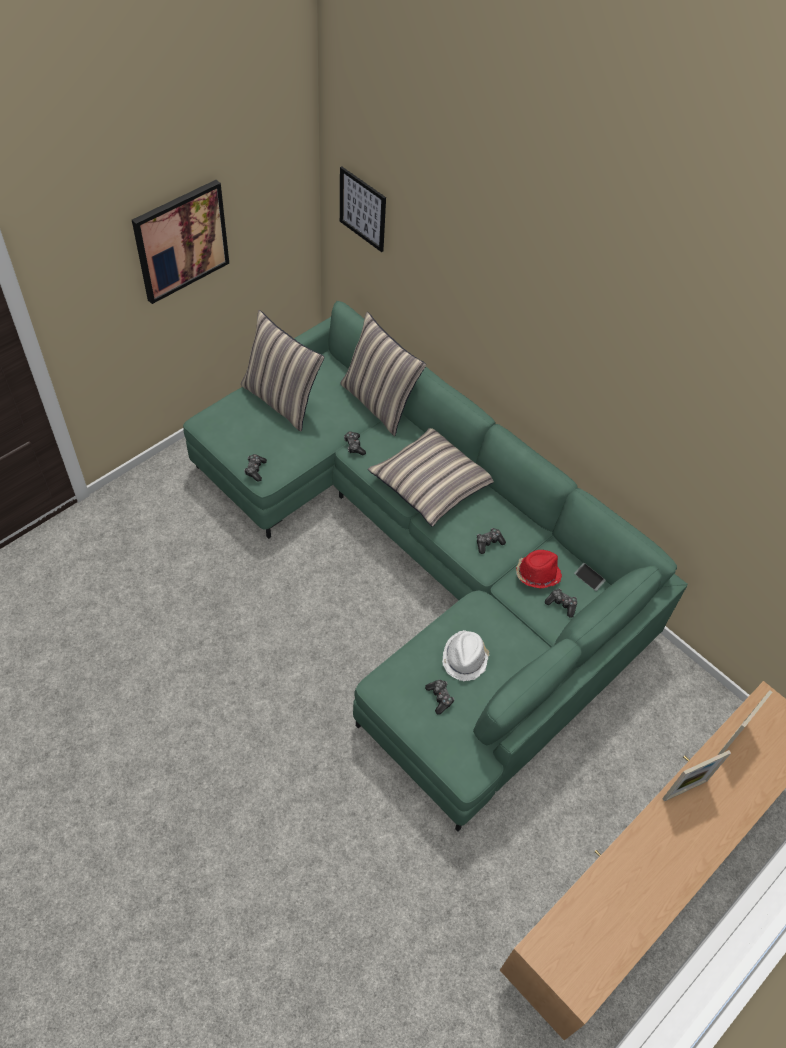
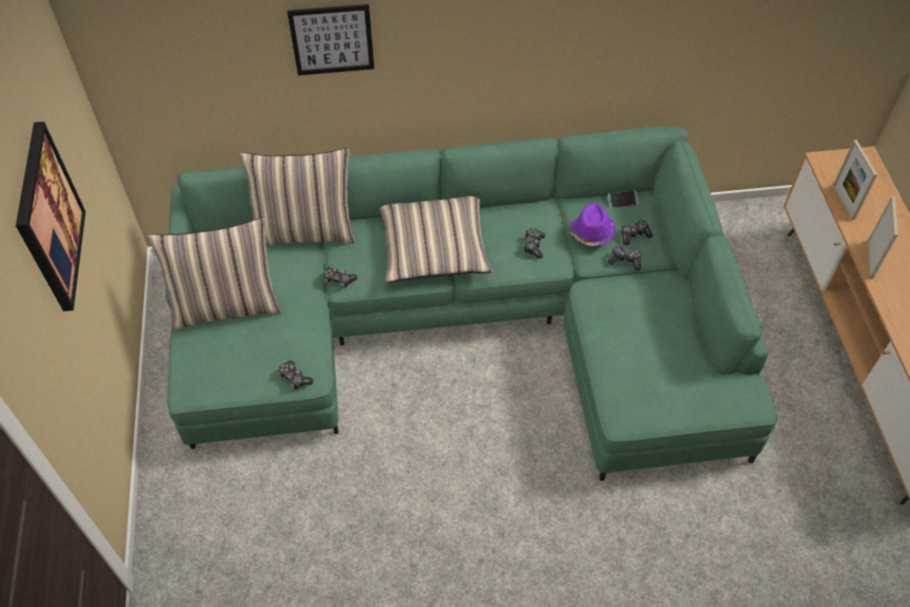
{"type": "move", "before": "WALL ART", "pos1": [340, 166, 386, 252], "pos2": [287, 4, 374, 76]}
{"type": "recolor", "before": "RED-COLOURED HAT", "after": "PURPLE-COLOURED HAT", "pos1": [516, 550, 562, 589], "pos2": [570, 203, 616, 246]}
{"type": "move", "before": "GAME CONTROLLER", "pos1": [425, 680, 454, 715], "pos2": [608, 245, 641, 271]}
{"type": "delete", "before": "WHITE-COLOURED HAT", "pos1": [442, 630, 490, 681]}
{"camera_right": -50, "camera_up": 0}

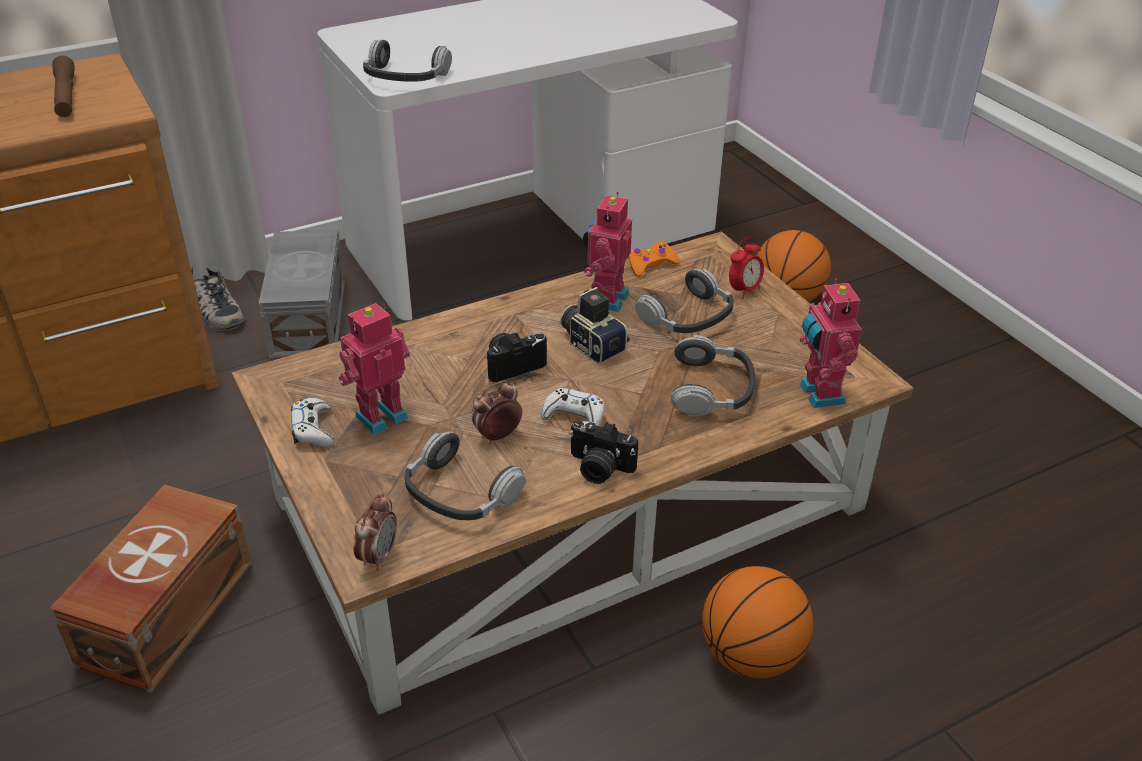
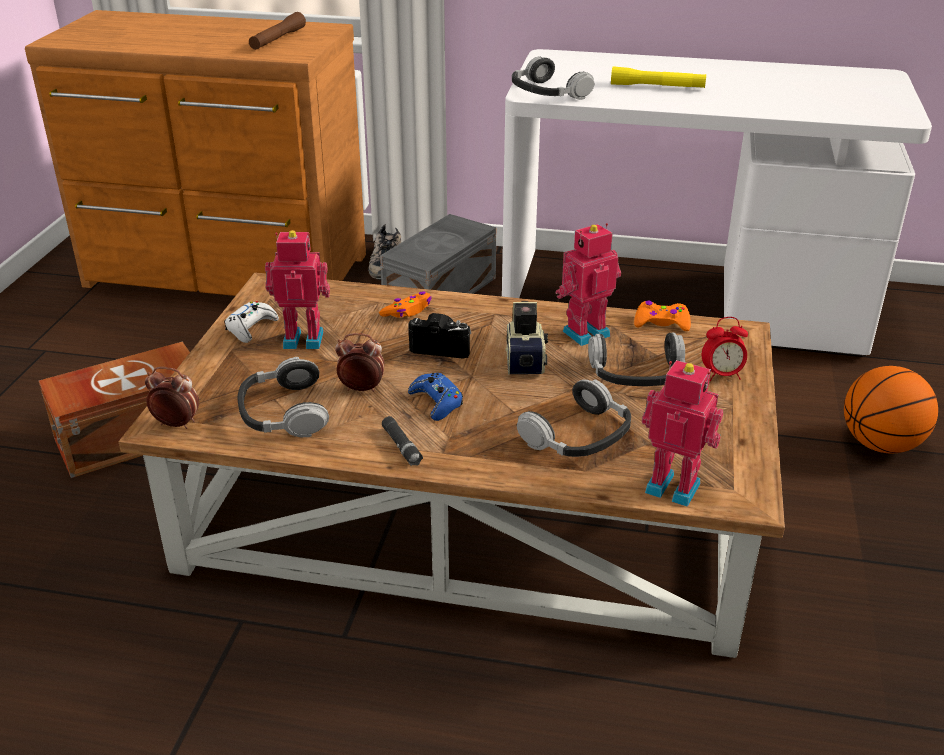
{"type": "rotate", "before": "TABLE CLOCK", "pos1": [353, 493, 397, 571], "pos2": [145, 367, 199, 429], "turn": -135}
{"type": "insert", "after": "ORANGE GAME CONTROLLER", "pos2": [379, 291, 432, 317]}
{"type": "replace", "before": "STILL CAMERA", "after": "BLACK-COLOURED FLASHLIGHT", "pos1": [569, 420, 638, 484], "pos2": [382, 416, 423, 466]}
{"type": "recolor", "before": "WHITE-COLOURED GAME CONTROLLER", "after": "BLUE-COLOURED GAME CONTROLLER", "pos1": [541, 388, 604, 426], "pos2": [408, 373, 463, 421]}
{"type": "insert", "after": "YELLOW-COLOURED FLASHLIGHT", "pos2": [611, 66, 706, 88]}
{"type": "rotate", "before": "ROBOT FIGURE", "pos1": [800, 279, 862, 408], "pos2": [642, 360, 723, 507], "turn": 90}
{"type": "delete", "before": "BALL FOR BASKETBALL", "pos1": [702, 566, 813, 679]}
{"camera_right": 40, "camera_up": -5}

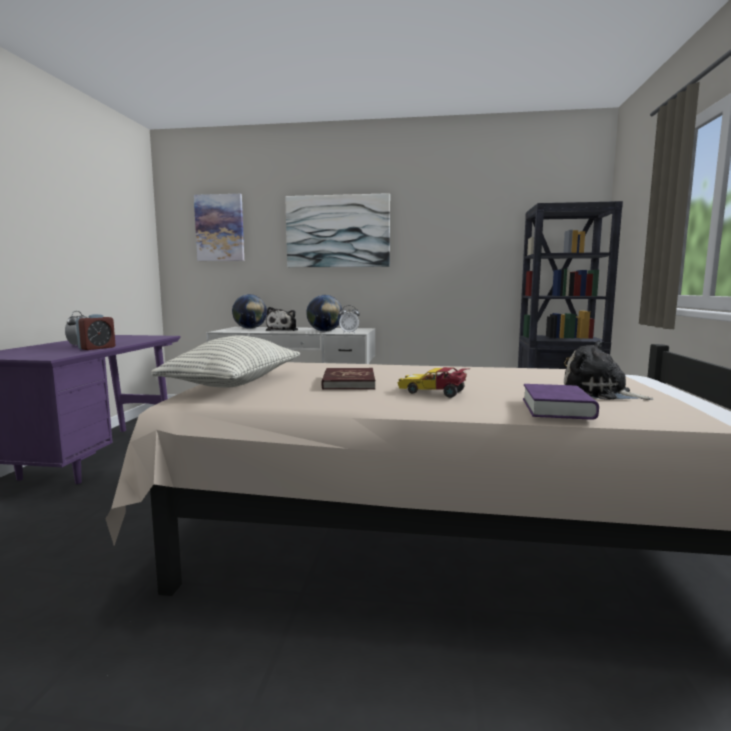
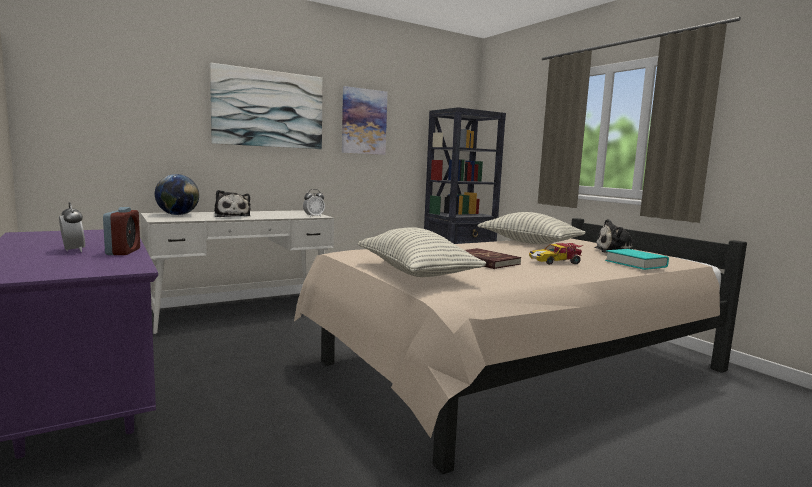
{"type": "move", "before": "WALL ART", "pos1": [194, 194, 244, 261], "pos2": [342, 86, 388, 155]}
{"type": "insert", "after": "PILLOW", "pos2": [478, 212, 586, 244]}
{"type": "recolor", "before": "PURPLE-COLOURED VOLUME", "after": "BLUE-GREEN VOLUME", "pos1": [523, 384, 599, 420], "pos2": [605, 249, 669, 270]}
{"type": "delete", "before": "WORLD GLOBE", "pos1": [306, 295, 343, 331]}
{"camera_right": -40, "camera_up": 0}

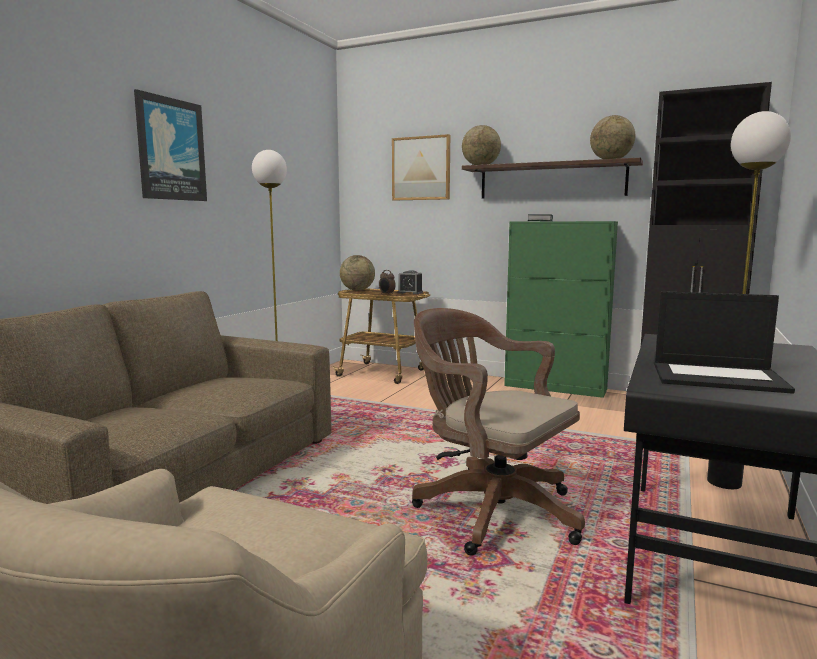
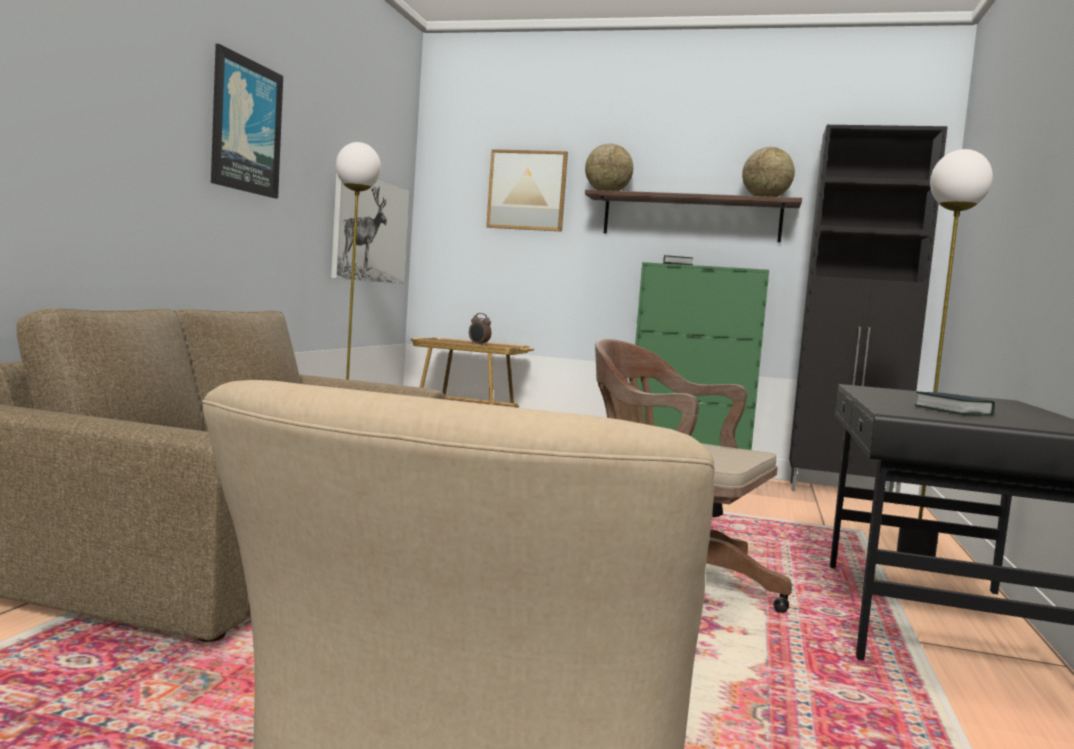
{"type": "insert", "after": "WALL ART", "pos2": [331, 171, 409, 284]}
{"type": "replace", "before": "NOTEBOOK COMPUTER", "after": "VOLUME", "pos1": [654, 291, 795, 394], "pos2": [914, 392, 995, 416]}
{"type": "delete", "before": "WORLD GLOBE", "pos1": [340, 255, 375, 291]}
{"type": "delete", "before": "TABLE CLOCK", "pos1": [397, 270, 423, 294]}
{"camera_right": -10, "camera_up": -5}

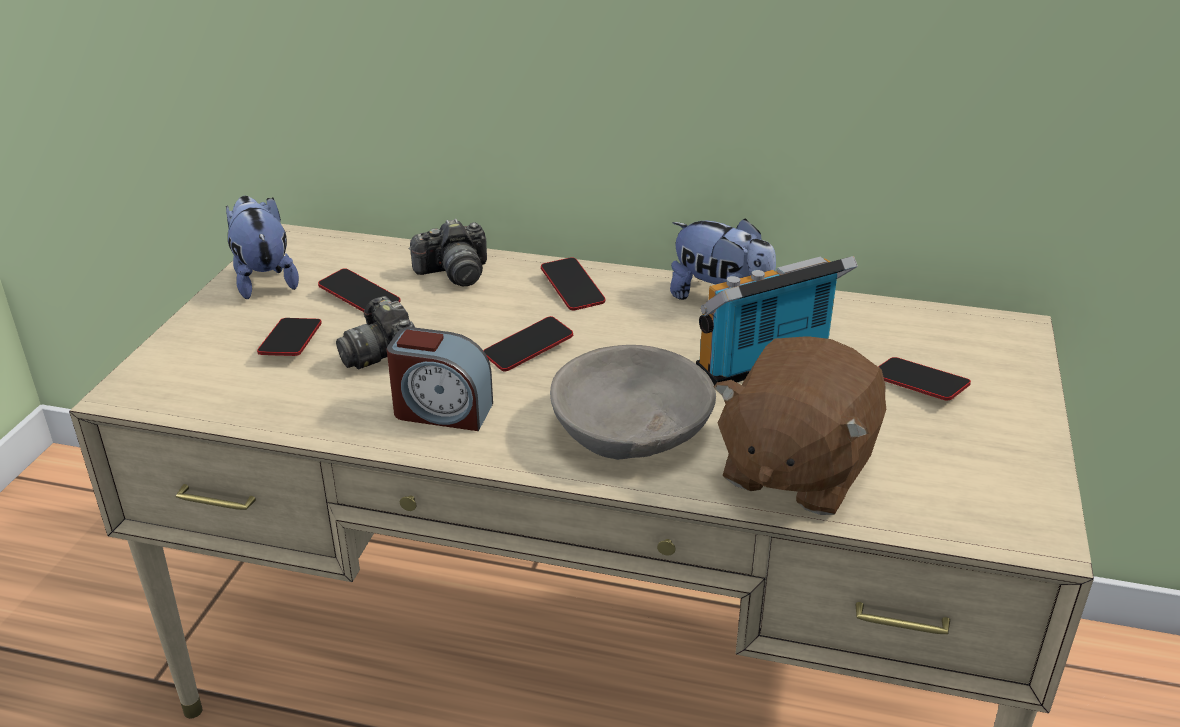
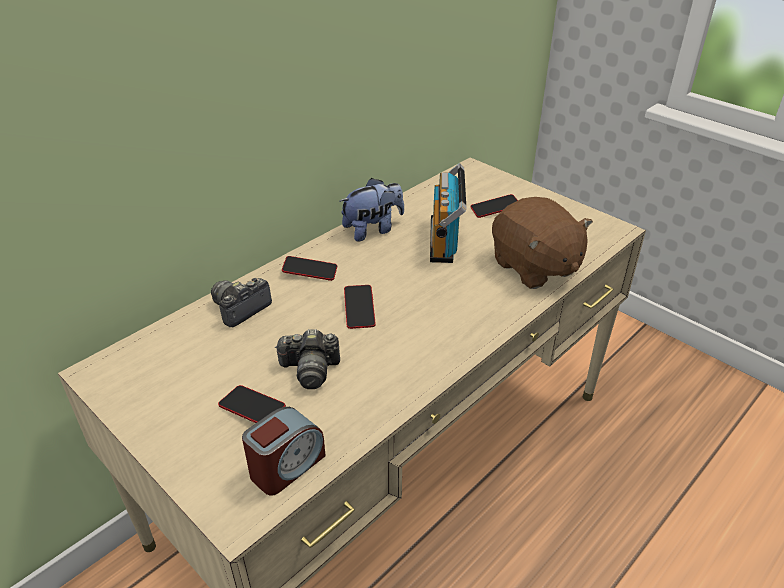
{"type": "rotate", "before": "STILL CAMERA", "pos1": [409, 219, 487, 286], "pos2": [211, 278, 272, 327], "turn": -150}
{"type": "move", "before": "TABLE CLOCK", "pos1": [387, 327, 493, 431], "pos2": [242, 407, 326, 496]}
{"type": "delete", "before": "CUDDLY TOY", "pos1": [226, 196, 299, 299]}
{"type": "delete", "before": "PHONE", "pos1": [318, 268, 400, 312]}
{"type": "delete", "before": "GRAY BOWL", "pos1": [550, 345, 716, 460]}
{"camera_right": -60, "camera_up": 5}

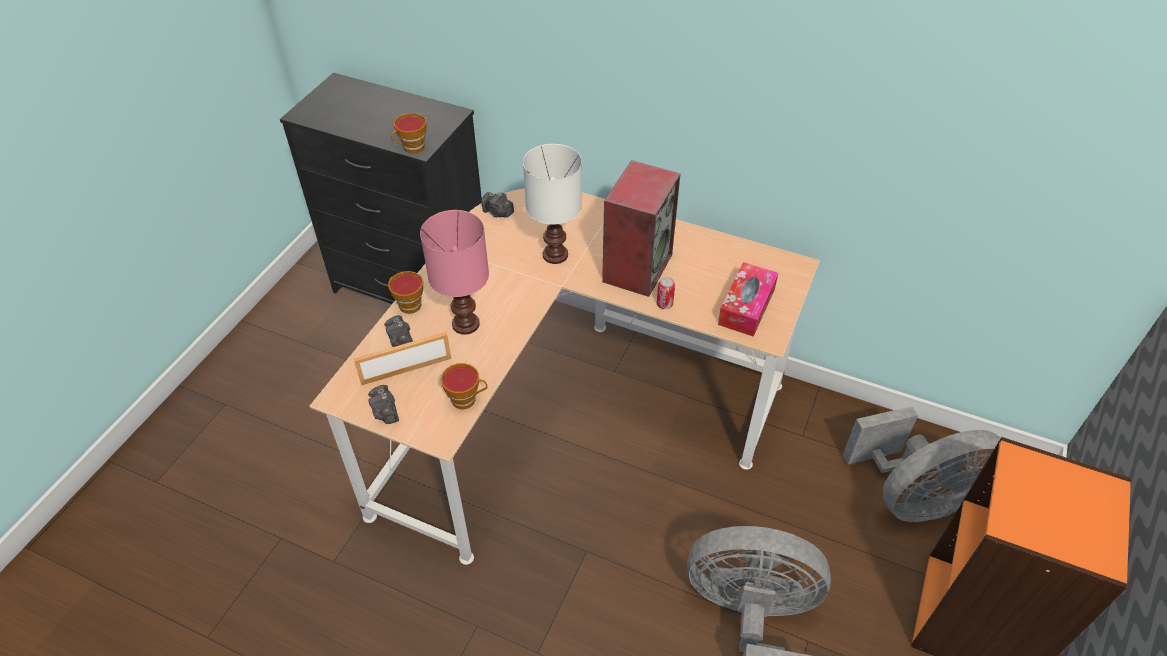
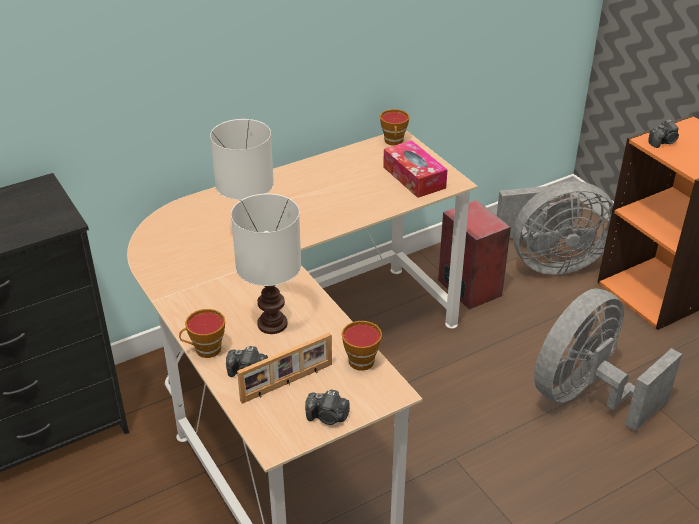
{"type": "recolor", "before": "PINKISH TABLE LAMP", "after": "WHITE-COLOURED TABLE LAMP", "pos1": [420, 210, 489, 335], "pos2": [231, 194, 301, 334]}
{"type": "rotate", "before": "PHOTO FRAME", "pos1": [354, 332, 451, 386], "pos2": [237, 333, 332, 404], "turn": -135}
{"type": "move", "before": "DRINKING CUP", "pos1": [391, 113, 426, 154], "pos2": [380, 109, 410, 146]}
{"type": "move", "before": "SPEAKER", "pos1": [602, 160, 681, 297], "pos2": [438, 200, 511, 310]}
{"type": "rotate", "before": "GRAY COOLING FAN", "pos1": [842, 406, 1001, 522], "pos2": [497, 181, 614, 275], "turn": 60}
{"type": "move", "before": "STILL CAMERA", "pos1": [481, 192, 514, 218], "pos2": [648, 119, 679, 148]}
{"type": "delete", "before": "METAL CAN", "pos1": [657, 277, 675, 309]}
{"camera_right": -55, "camera_up": -10}

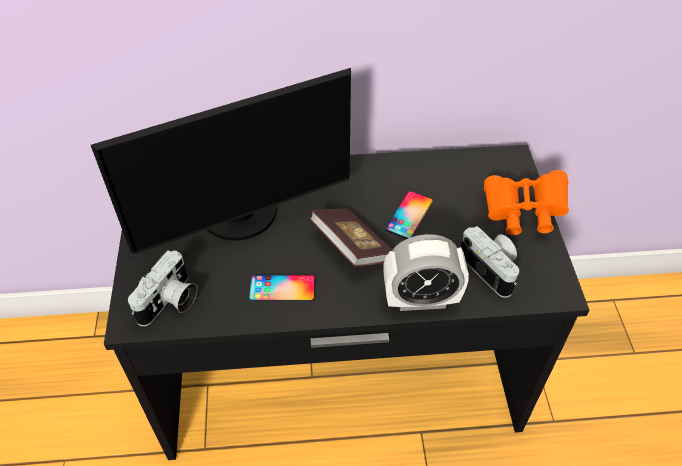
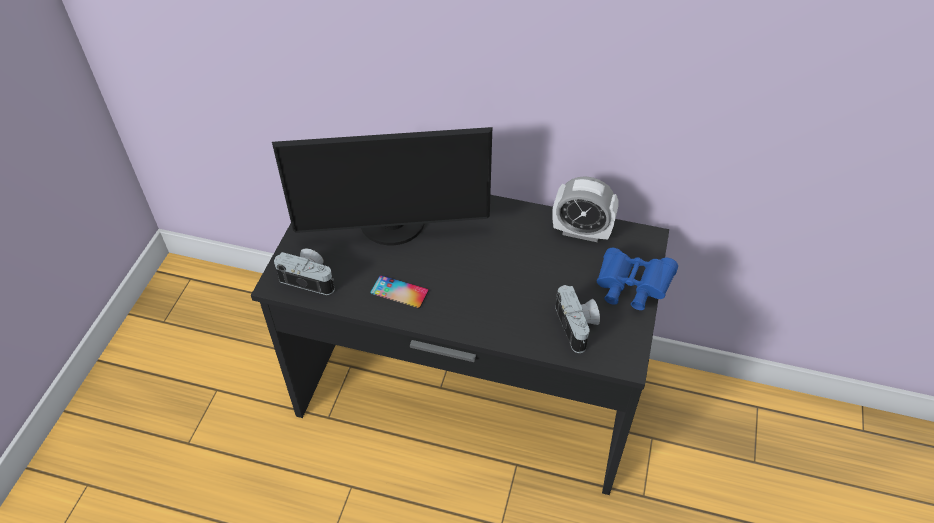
{"type": "rotate", "before": "STILL CAMERA", "pos1": [128, 250, 197, 326], "pos2": [274, 248, 335, 295], "turn": -120}
{"type": "move", "before": "TABLE CLOCK", "pos1": [383, 234, 469, 311], "pos2": [552, 176, 618, 242]}
{"type": "recolor", "before": "ORANGE BINOCULARS", "after": "BLUE-COLOURED BINOCULARS", "pos1": [484, 170, 569, 235], "pos2": [597, 248, 678, 310]}
{"type": "delete", "before": "VOLUME", "pos1": [309, 209, 392, 267]}
{"type": "delete", "before": "PHONE", "pos1": [385, 191, 433, 239]}
{"camera_right": 20, "camera_up": 0}

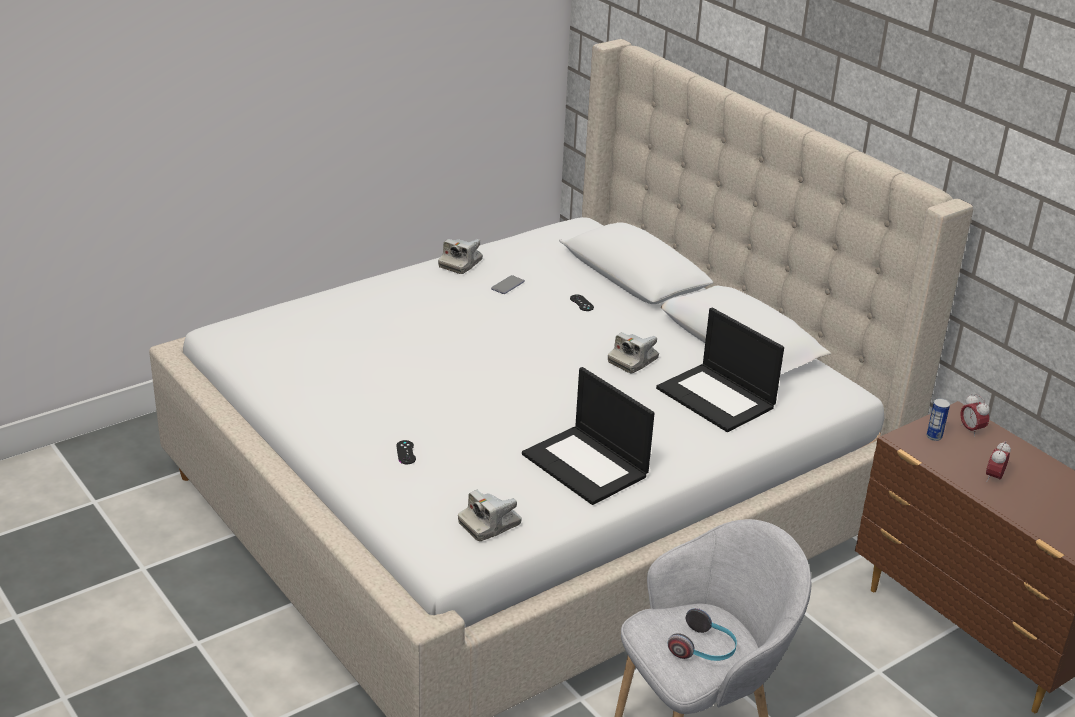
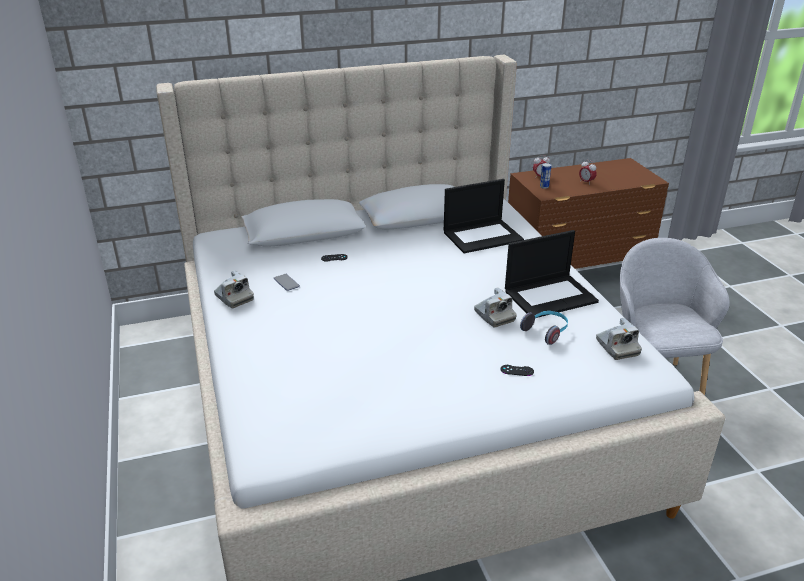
{"type": "move", "before": "STILL CAMERA", "pos1": [608, 332, 659, 373], "pos2": [474, 287, 517, 328]}
{"type": "move", "before": "HEADPHONES", "pos1": [668, 608, 737, 661], "pos2": [520, 311, 568, 345]}
{"camera_right": -70, "camera_up": 0}

